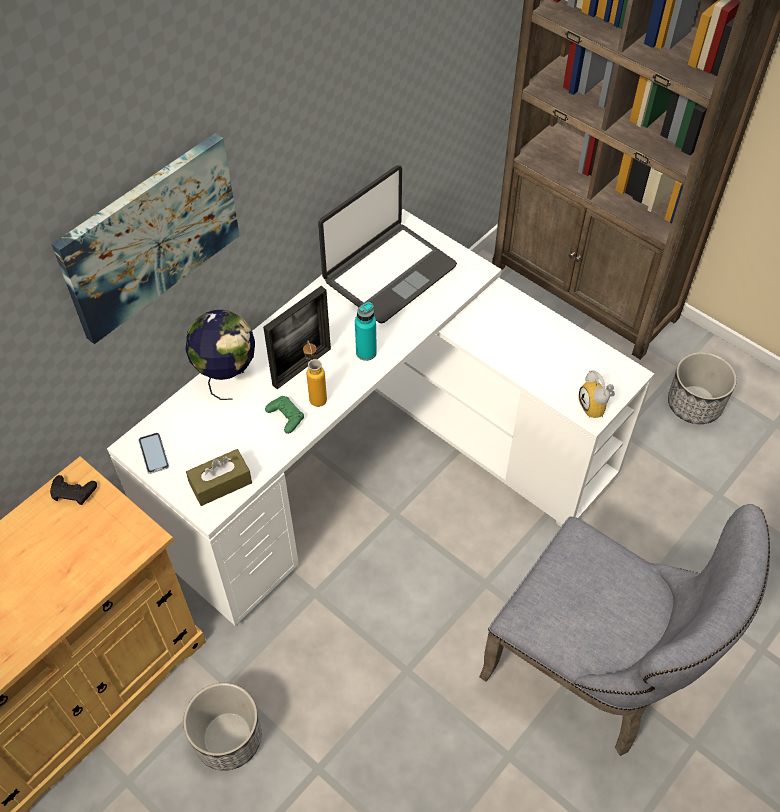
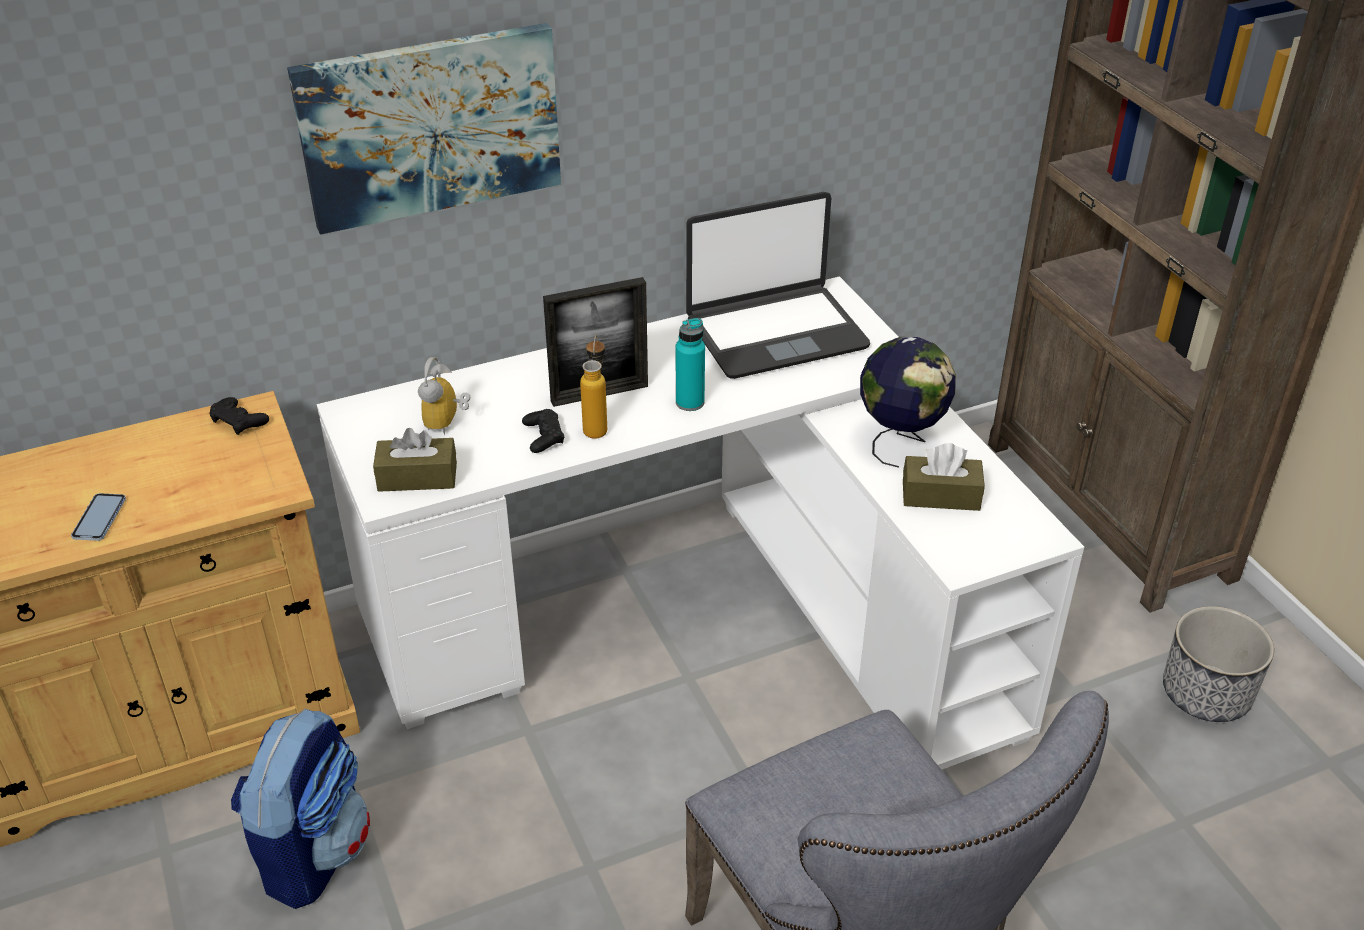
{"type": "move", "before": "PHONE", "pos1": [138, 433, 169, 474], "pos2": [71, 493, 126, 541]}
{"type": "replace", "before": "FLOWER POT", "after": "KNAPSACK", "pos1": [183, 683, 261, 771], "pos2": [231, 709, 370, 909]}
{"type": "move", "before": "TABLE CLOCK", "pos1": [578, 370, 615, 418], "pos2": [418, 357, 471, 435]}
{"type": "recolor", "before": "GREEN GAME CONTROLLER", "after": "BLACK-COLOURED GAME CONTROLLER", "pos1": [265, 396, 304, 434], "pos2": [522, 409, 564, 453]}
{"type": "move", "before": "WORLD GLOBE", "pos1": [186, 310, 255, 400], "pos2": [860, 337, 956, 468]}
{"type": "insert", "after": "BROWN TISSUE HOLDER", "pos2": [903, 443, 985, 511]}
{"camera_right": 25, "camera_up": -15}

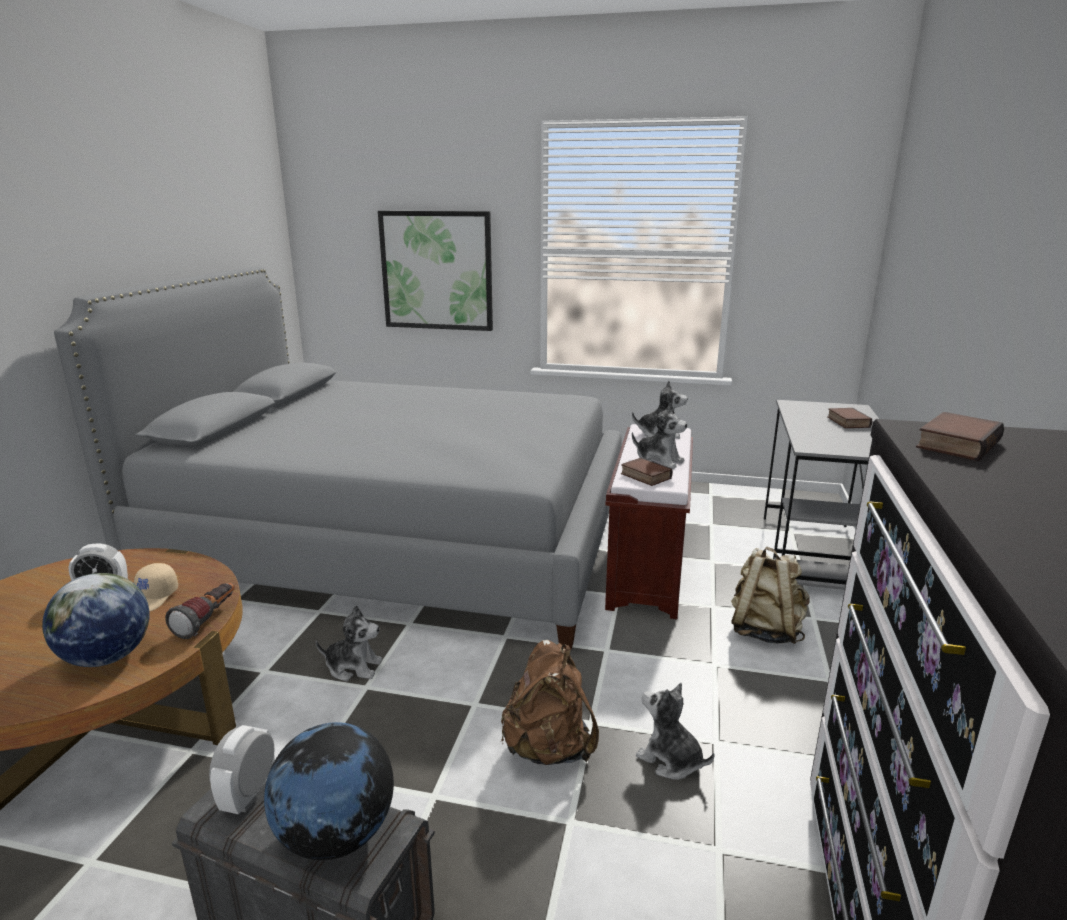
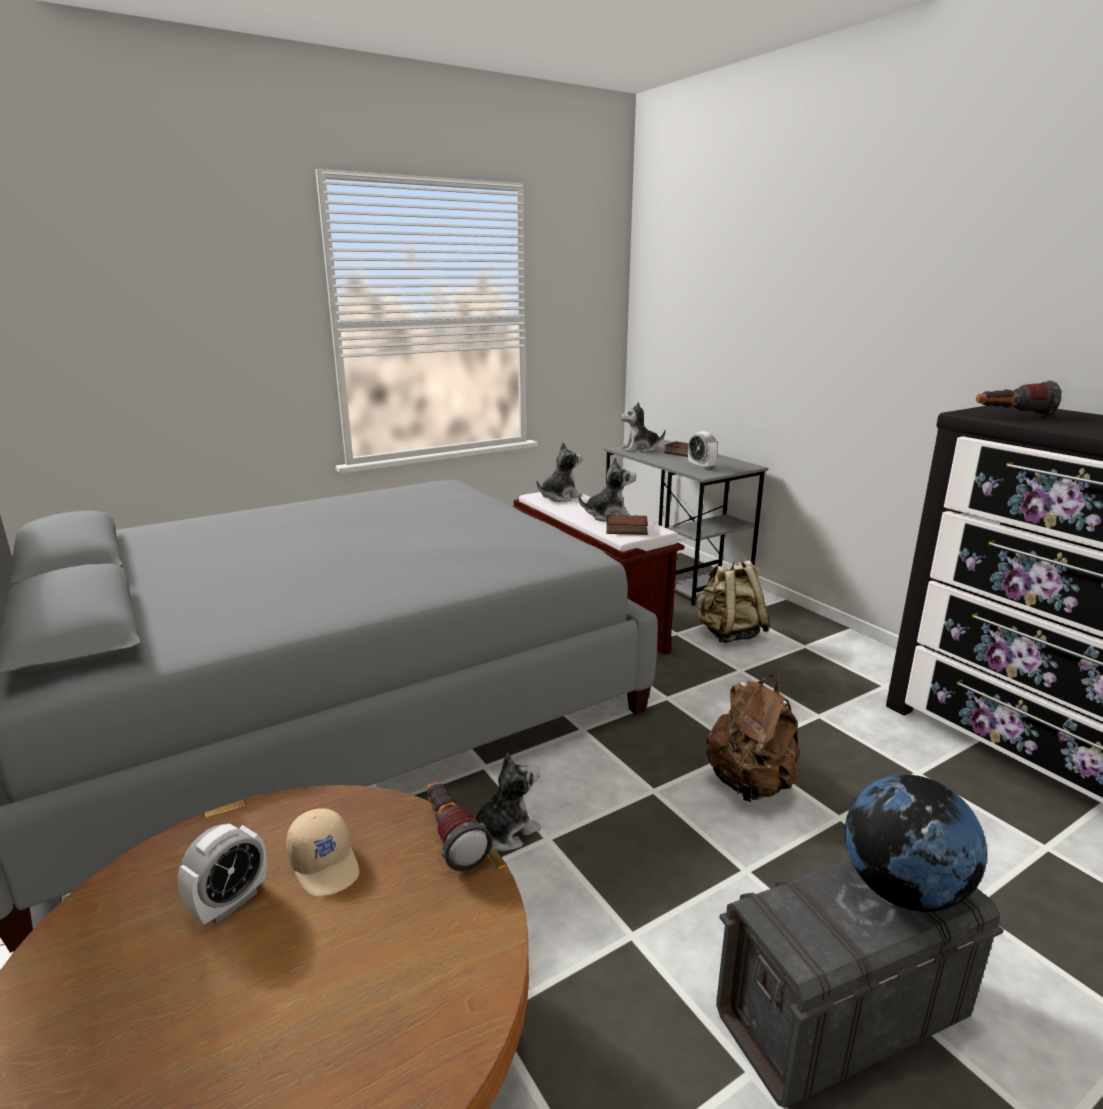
{"type": "move", "before": "CUDDLY TOY", "pos1": [636, 683, 715, 780], "pos2": [620, 402, 666, 453]}
{"type": "move", "before": "TABLE CLOCK", "pos1": [209, 725, 275, 814], "pos2": [688, 431, 718, 469]}
{"type": "replace", "before": "VOLUME", "after": "FLASHLIGHT", "pos1": [916, 412, 1004, 461], "pos2": [976, 380, 1061, 416]}
{"type": "delete", "before": "WORLD GLOBE", "pos1": [42, 573, 150, 667]}
{"type": "delete", "before": "WALL ART", "pos1": [378, 211, 493, 331]}
{"camera_right": -45, "camera_up": 0}

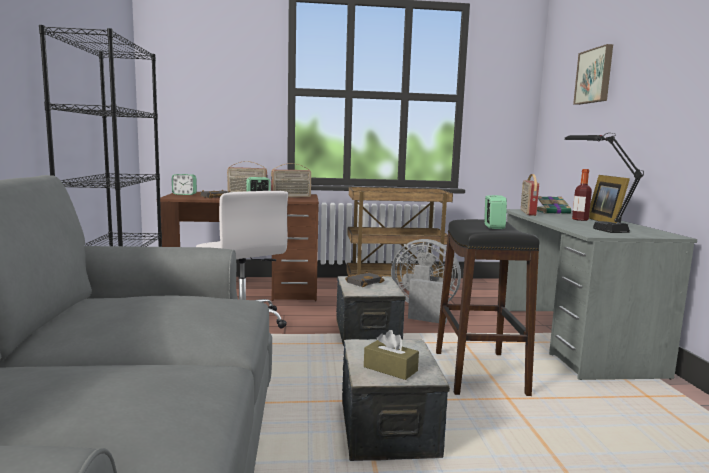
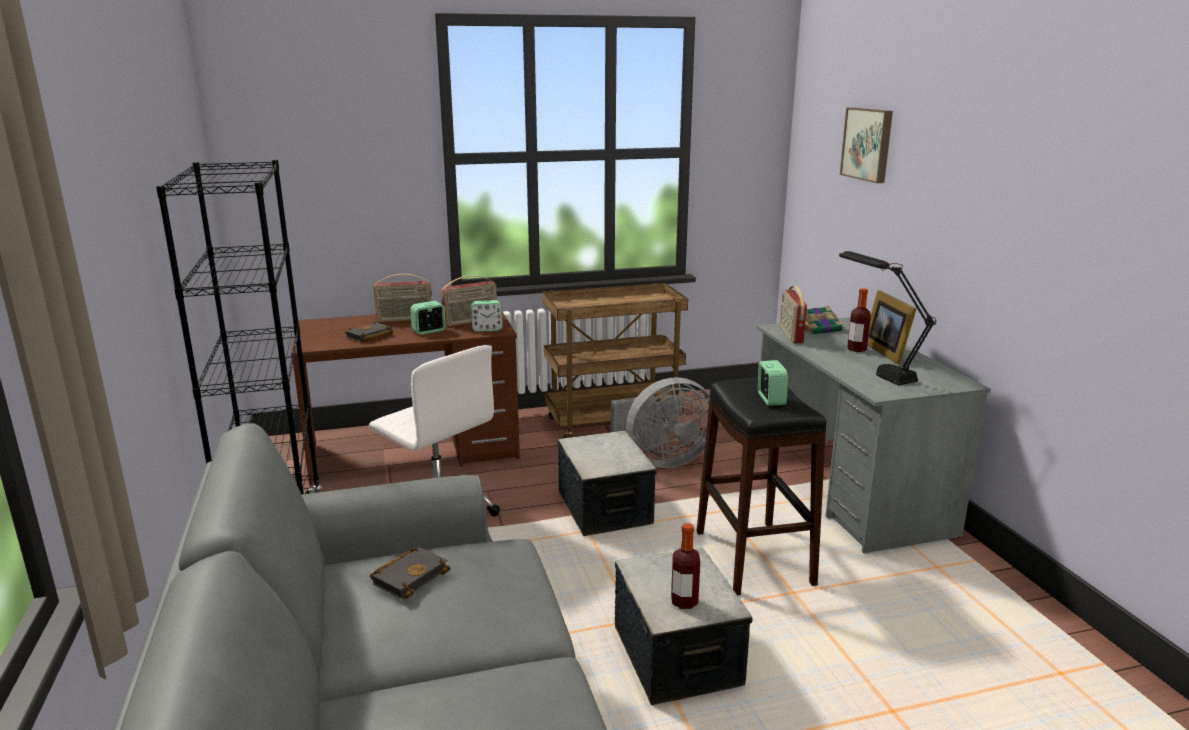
{"type": "move", "before": "BLACK-COLOURED VOLUME", "pos1": [345, 271, 384, 287], "pos2": [370, 547, 451, 599]}
{"type": "move", "before": "TABLE CLOCK", "pos1": [172, 174, 197, 195], "pos2": [471, 300, 503, 332]}
{"type": "rotate", "before": "GRAY COOLING FAN", "pos1": [391, 239, 461, 324], "pos2": [611, 377, 710, 468], "turn": 150}
{"type": "replace", "before": "BROWN TISSUE HOLDER", "after": "DRINK BOTTLE", "pos1": [364, 330, 419, 380], "pos2": [671, 523, 700, 609]}
{"camera_right": -10, "camera_up": 10}

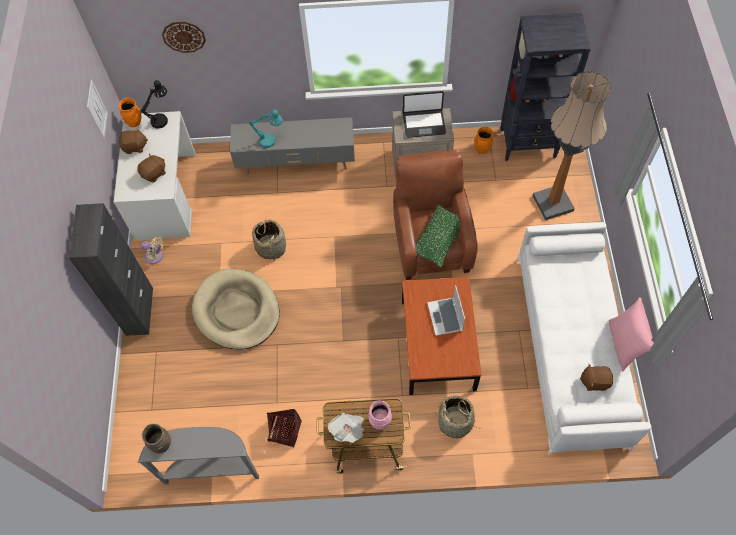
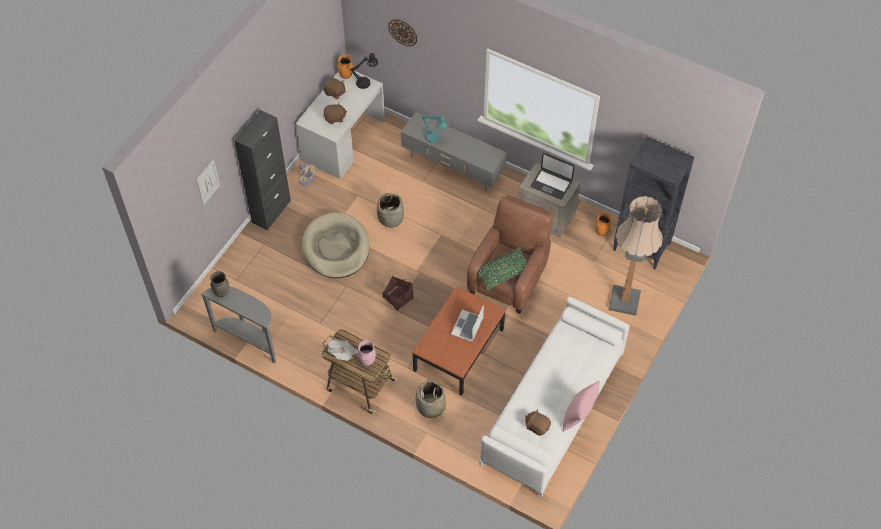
{"type": "move", "before": "WALL ART", "pos1": [87, 80, 108, 139], "pos2": [196, 159, 220, 205]}
{"type": "move", "before": "HOUSEHOLD BASKET", "pos1": [267, 409, 302, 448], "pos2": [383, 276, 413, 311]}
{"camera_right": 30, "camera_up": -5}

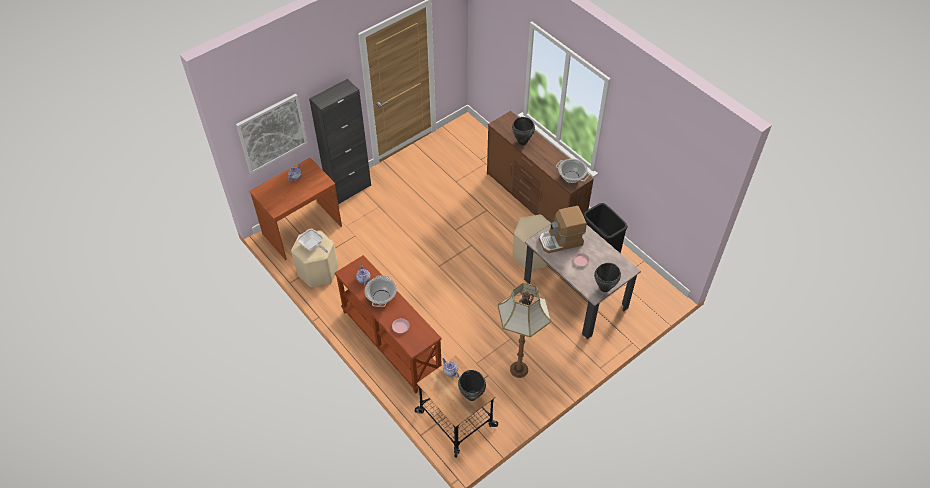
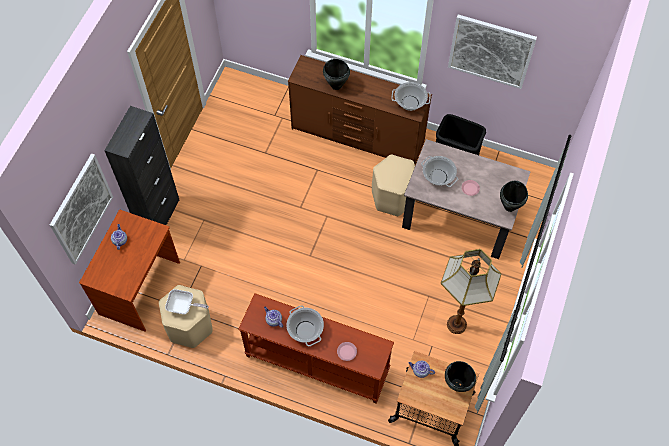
{"type": "replace", "before": "COFFEE MAKER", "after": "STOCKPOT", "pos1": [539, 206, 587, 253], "pos2": [421, 156, 458, 187]}
{"type": "insert", "after": "WALL ART", "pos2": [448, 14, 537, 89]}
{"camera_right": -30, "camera_up": 10}

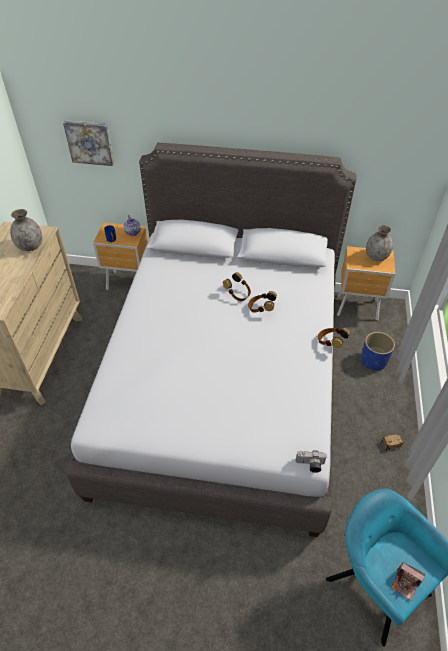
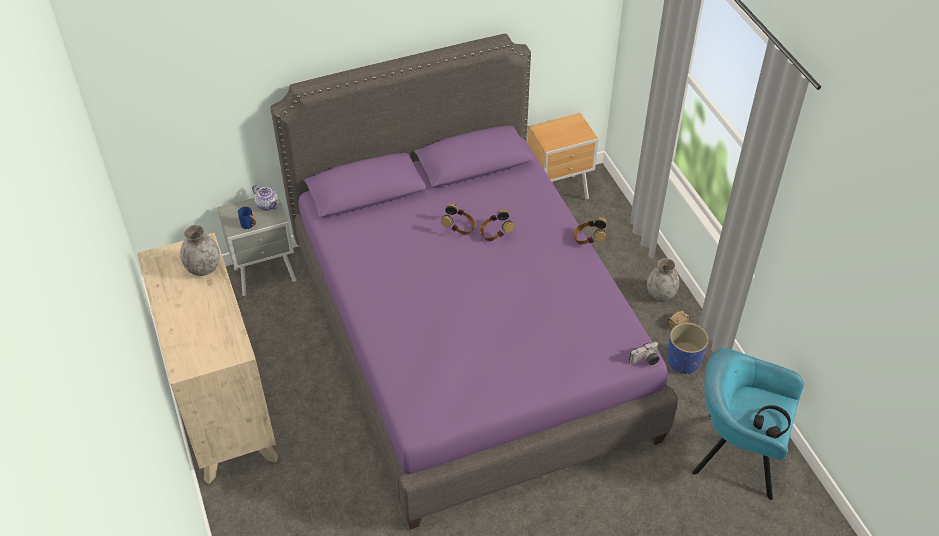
{"type": "recolor", "before": "BROWN BEDSIDE TABLE", "after": "GRAY BEDSIDE TABLE", "pos1": [93, 222, 148, 290], "pos2": [217, 192, 296, 296]}
{"type": "recolor", "before": "GRAY BED", "after": "PURPLE-COLOURED BED", "pos1": [66, 143, 357, 537], "pos2": [270, 33, 678, 530]}
{"type": "move", "before": "GRAY VASE", "pos1": [366, 225, 393, 261], "pos2": [647, 258, 679, 301]}
{"type": "move", "before": "BLUE-COLOURED FLOWER POT", "pos1": [361, 332, 395, 371], "pos2": [667, 323, 709, 374]}
{"type": "replace", "before": "STILL CAMERA", "after": "BLACK-COLOURED HEADPHONES", "pos1": [391, 562, 425, 601], "pos2": [753, 405, 791, 439]}
{"type": "delete", "before": "WALL ART", "pos1": [63, 120, 114, 166]}
{"camera_right": -30, "camera_up": 0}

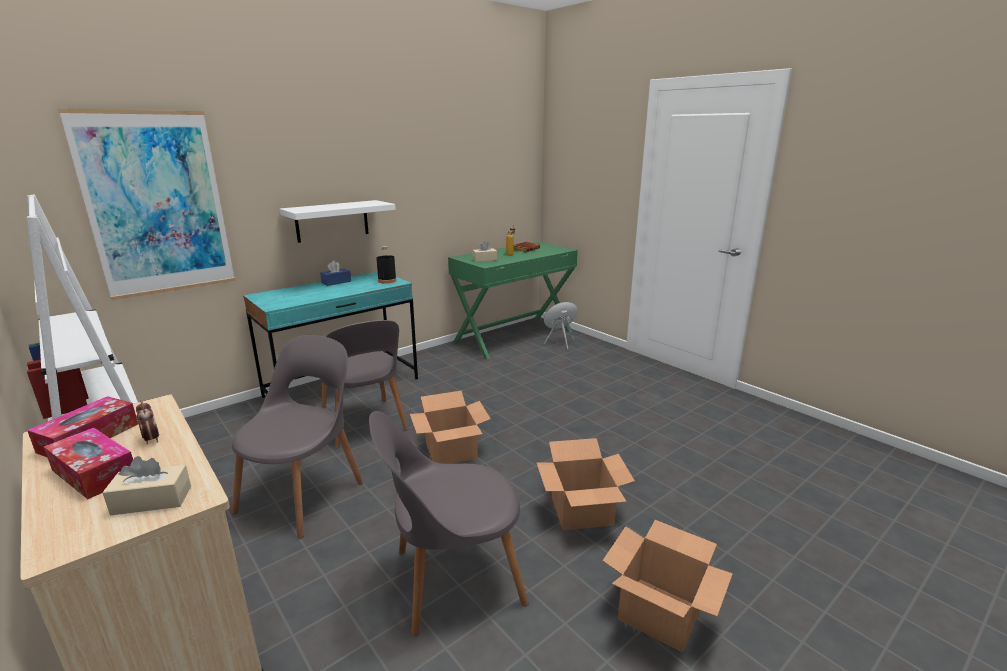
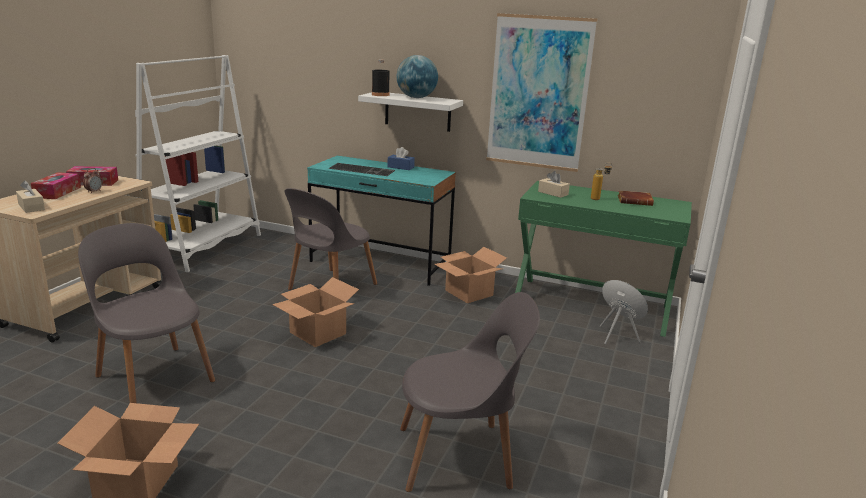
{"type": "insert", "after": "KEYBOARD", "pos2": [328, 163, 395, 176]}
{"type": "move", "before": "BLACK-COLOURED DRINK BOTTLE", "pos1": [376, 246, 396, 284], "pos2": [372, 60, 390, 96]}
{"type": "insert", "after": "WORLD GLOBE", "pos2": [396, 55, 438, 98]}
{"type": "move", "before": "GRAY PLAIN CHAIR", "pos1": [232, 335, 363, 538], "pos2": [400, 292, 540, 492]}
{"type": "move", "before": "PACKING BOX", "pos1": [536, 438, 635, 530], "pos2": [434, 247, 507, 303]}
{"type": "move", "before": "WALL ART", "pos1": [59, 109, 235, 300], "pos2": [486, 13, 597, 172]}
{"camera_right": 60, "camera_up": 0}

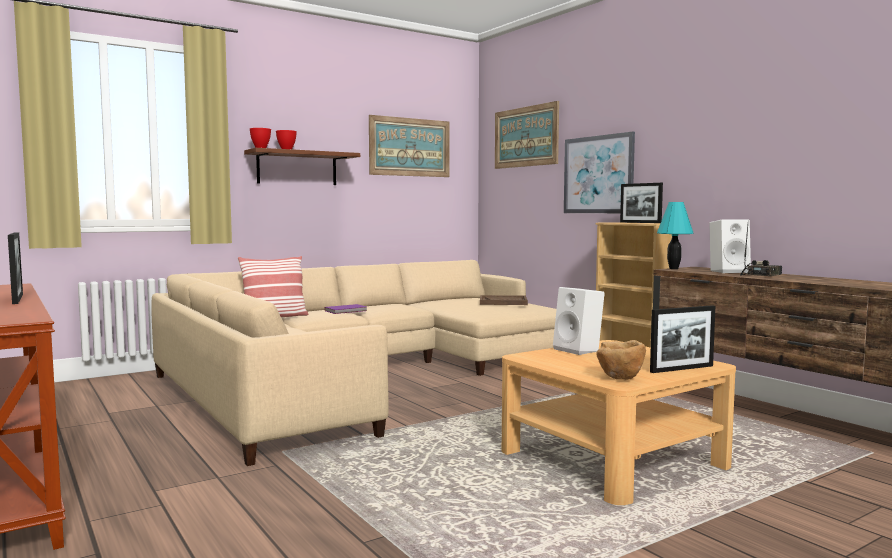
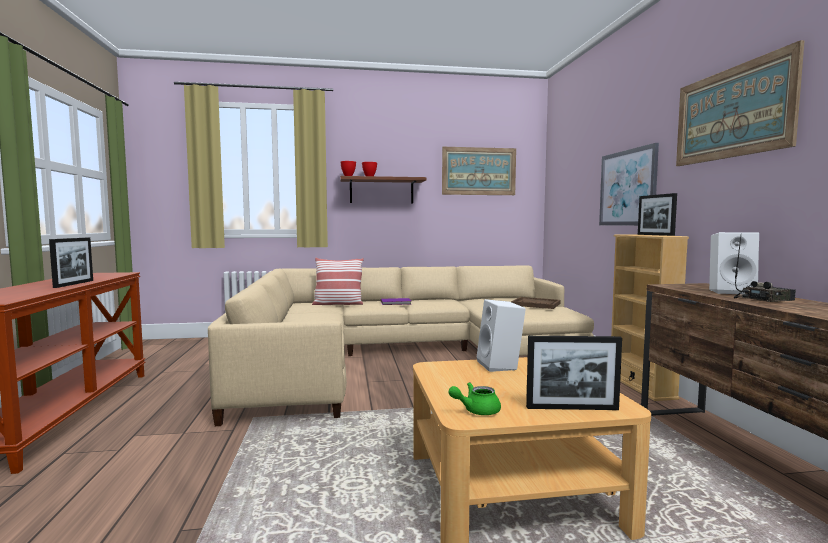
{"type": "replace", "before": "BROWN BOWL", "after": "GREEN TEA POT", "pos1": [596, 340, 646, 380], "pos2": [449, 382, 501, 415]}
{"type": "move", "before": "WALL ART", "pos1": [495, 101, 559, 169], "pos2": [676, 40, 804, 166]}
{"type": "delete", "before": "BLUE-GREEN TABLE LAMP", "pos1": [657, 202, 693, 269]}
{"camera_right": 25, "camera_up": 0}

